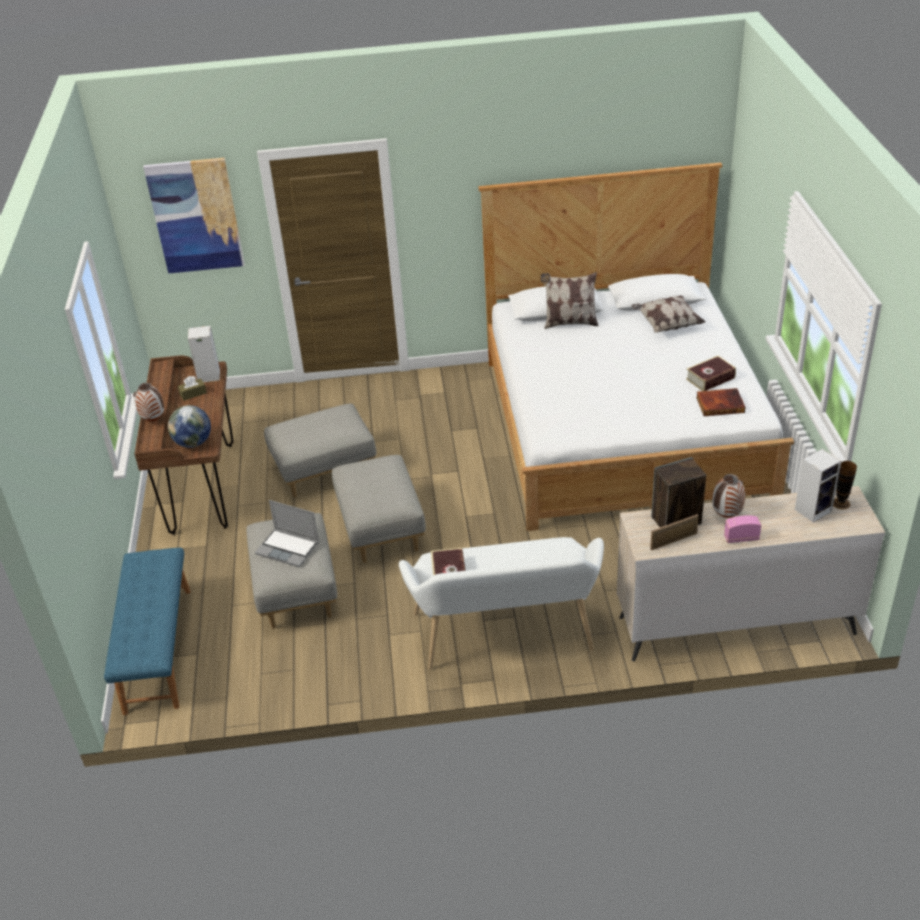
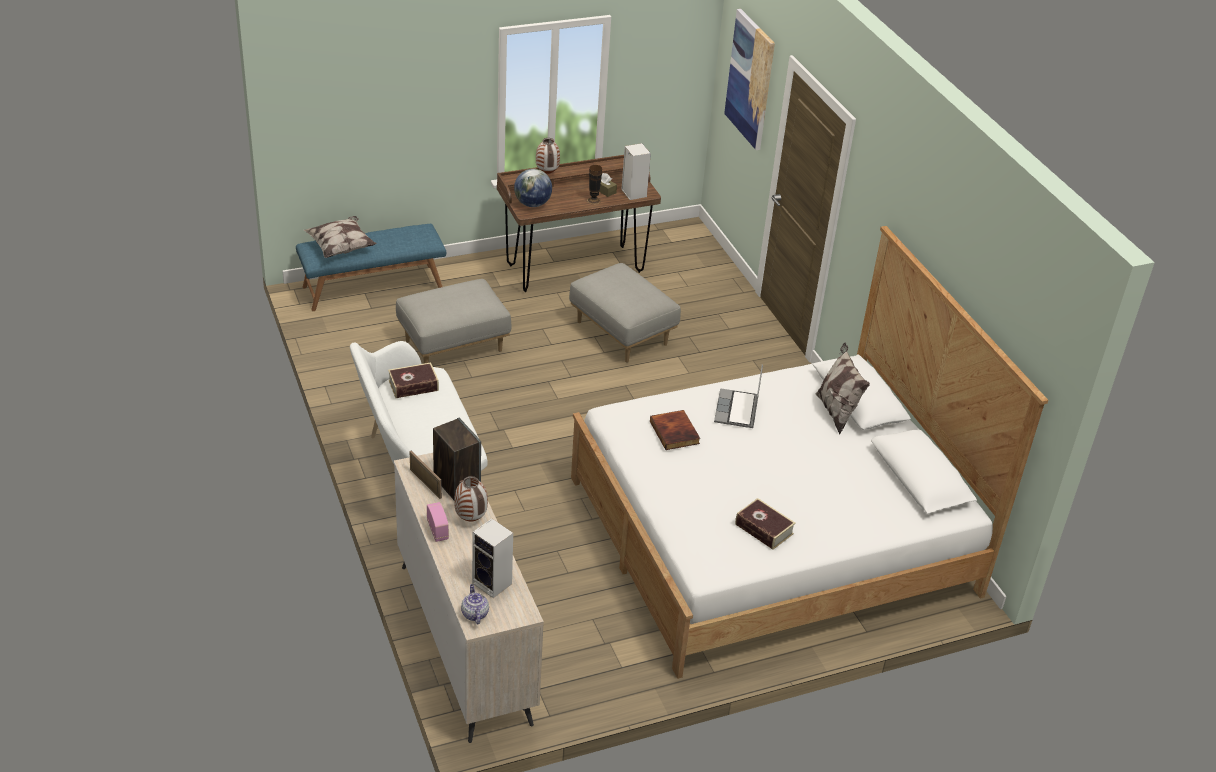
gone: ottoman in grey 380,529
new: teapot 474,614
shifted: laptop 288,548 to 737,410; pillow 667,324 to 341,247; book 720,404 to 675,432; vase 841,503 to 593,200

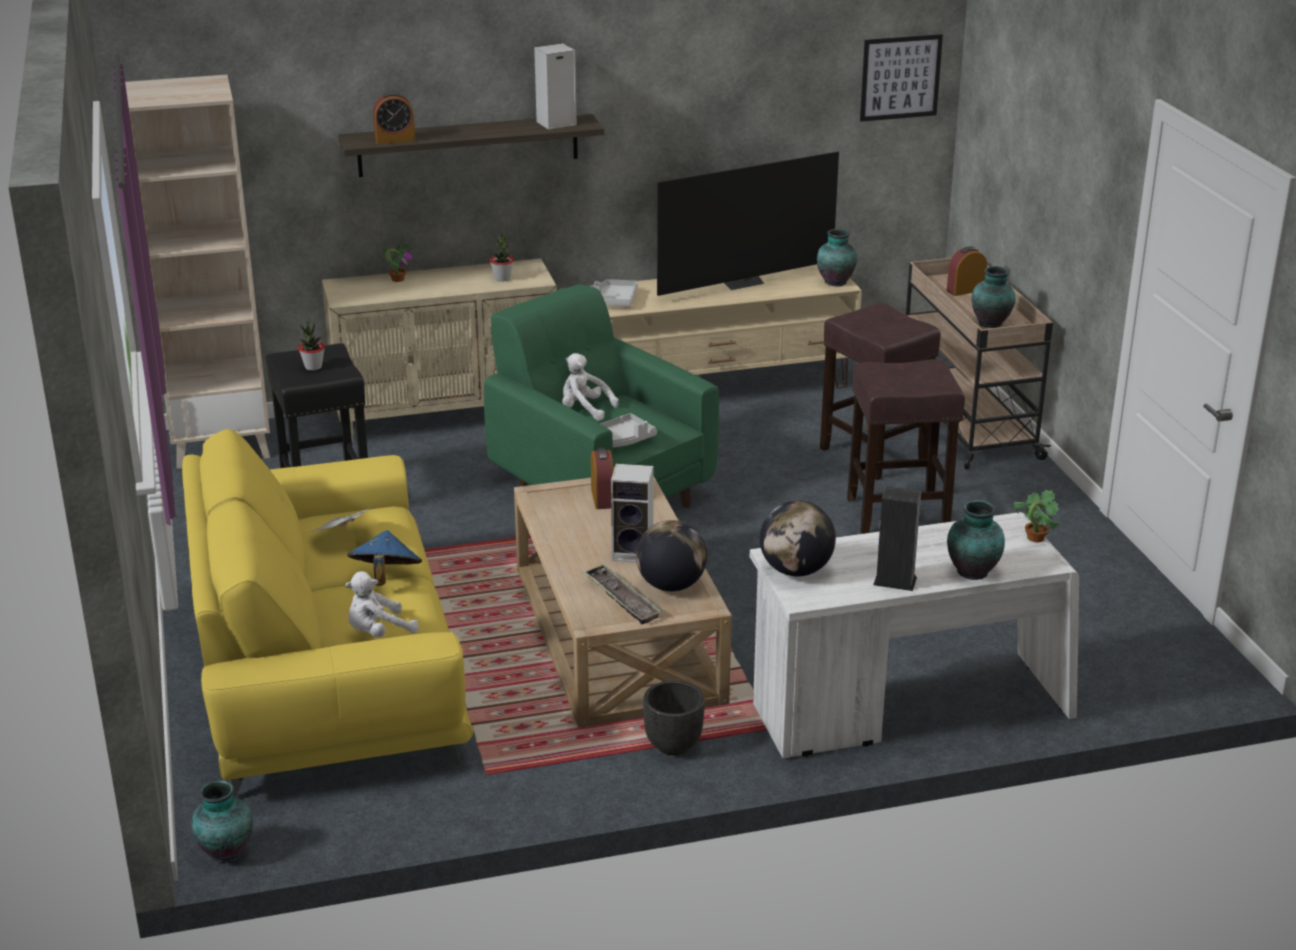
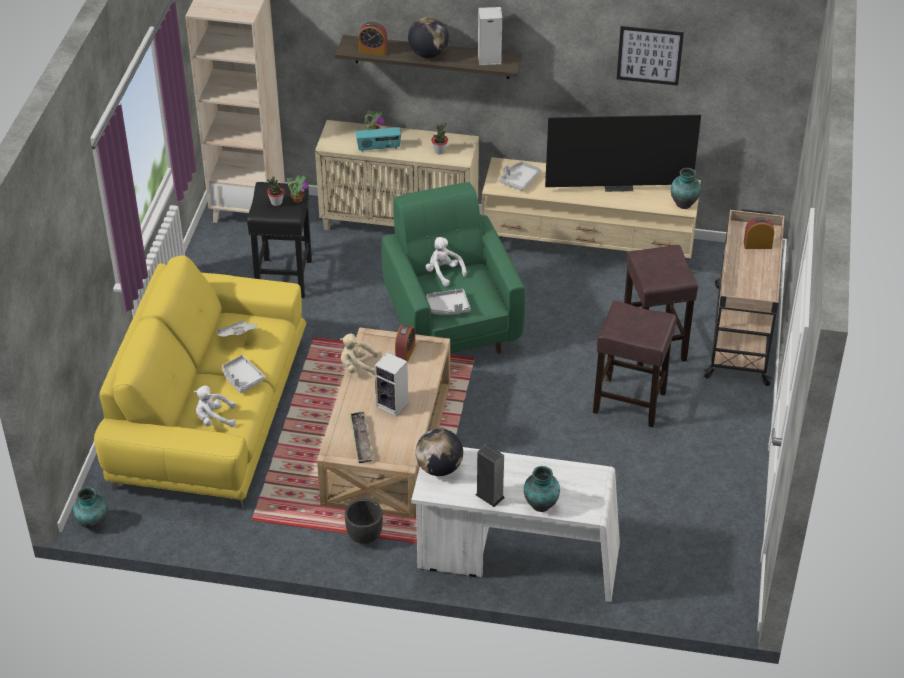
gone: vase 991,323
new: plush toy in beige 357,367; radio 378,148
shifted: globe 671,585 to 428,54; picture 900,77 to 649,55; potted plant 1034,538 to 297,199
swapped: hat in blue 385,578 to tray in grey 242,378

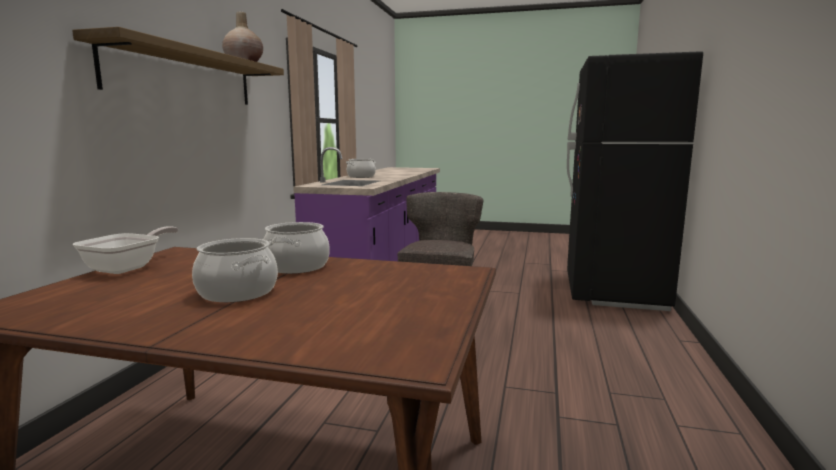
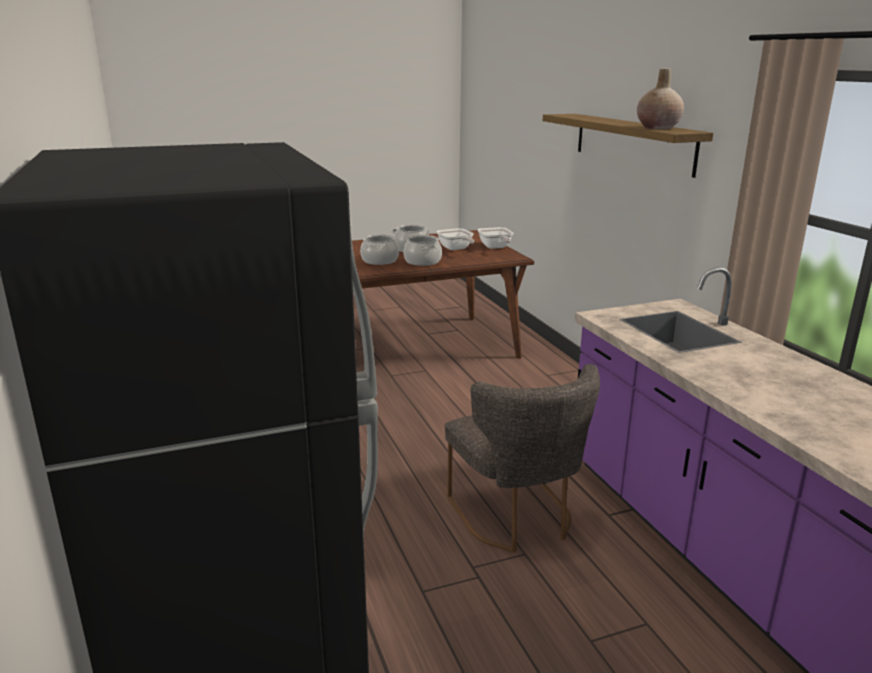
new: frying pan 456,249
shifted: cooking pot 361,177 to 380,261

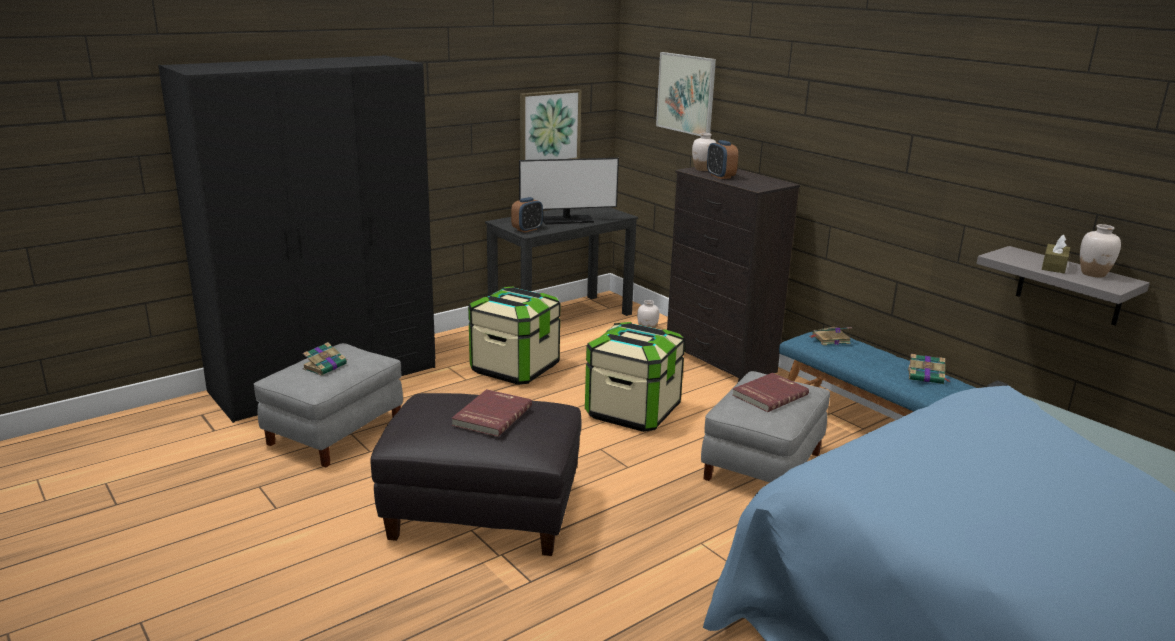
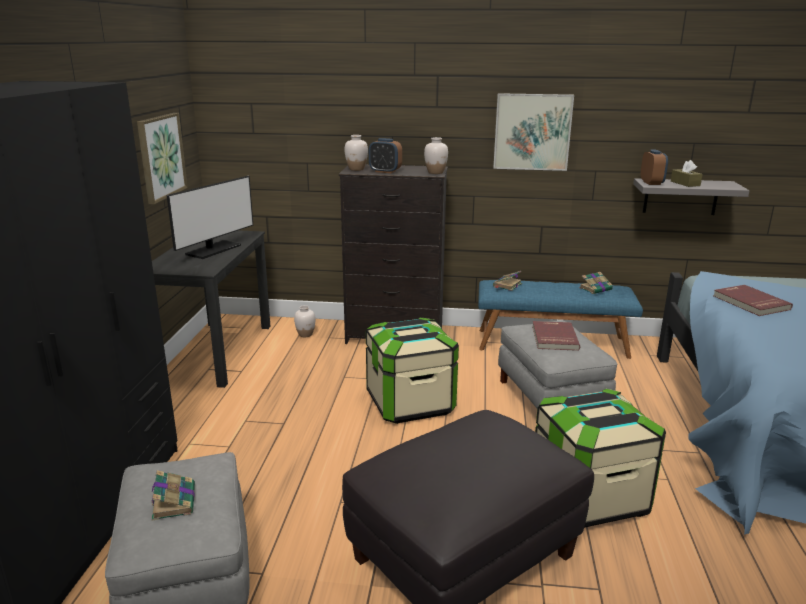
shifted: book in red 491,415 to 750,303; storage box 515,368 to 589,497; alarm clock 527,229 to 651,183; picture 686,94 to 532,132; vase in white 1093,274 to 435,172

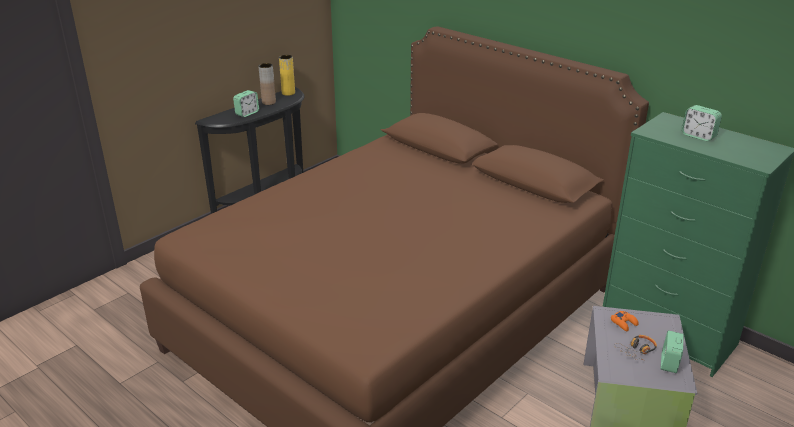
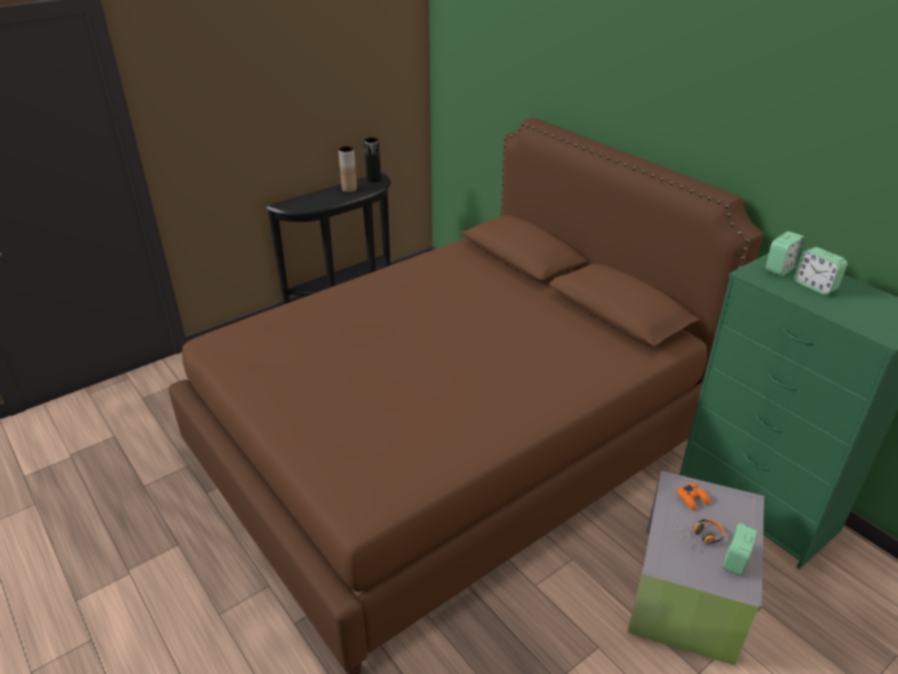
shifted: alarm clock 247,113 to 780,268
repainted: vase in yellow 288,93 to vase in black 373,179

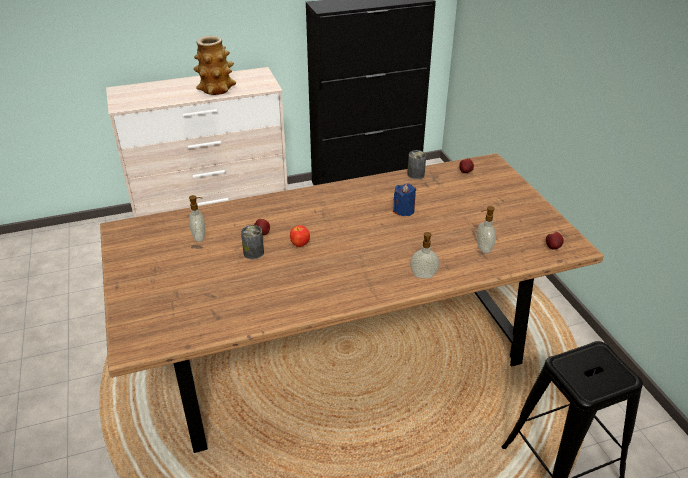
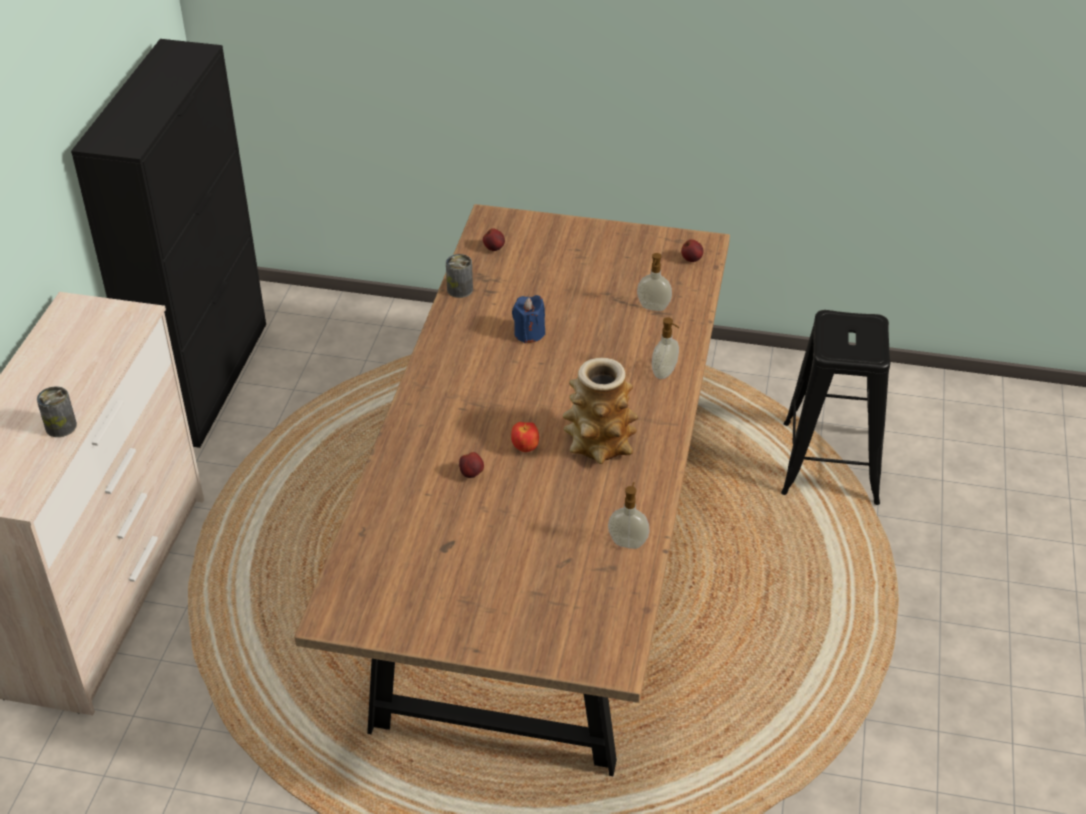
shifted: soap dispenser 200,237 to 628,542; vase 216,89 to 599,443; can 253,253 to 61,426

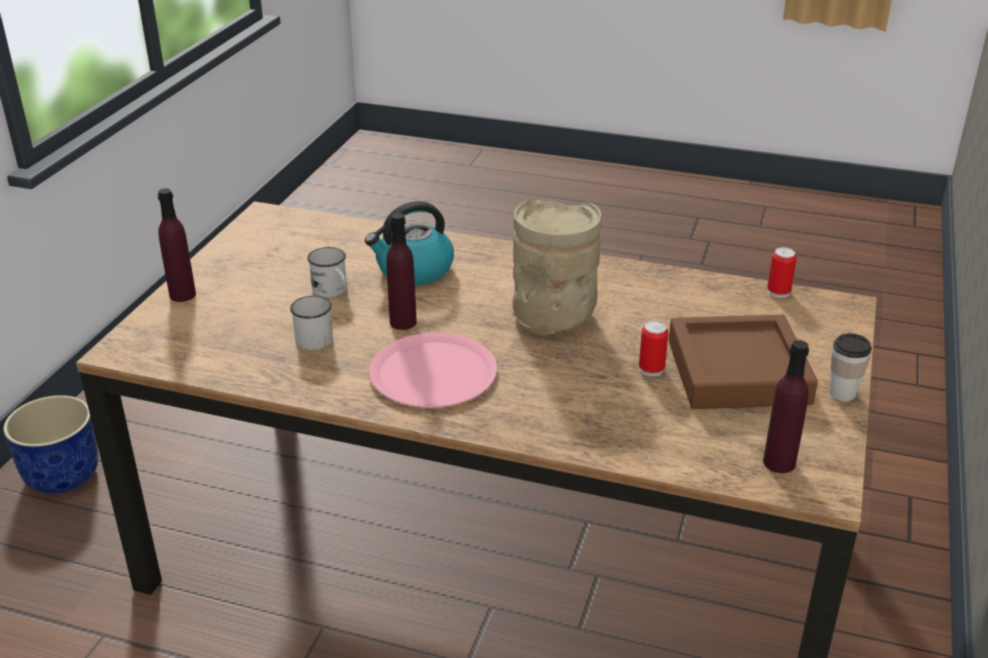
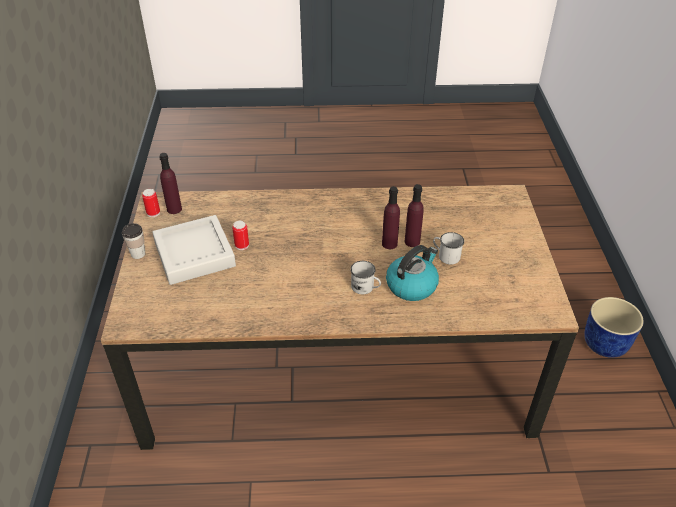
gone: plate in pink 433,373; vase in beige 553,321
shifted: bottle in purple 182,295 to 412,241; mug in white 311,337 to 365,288; can 778,292 to 153,213
repainted: tray in brown 737,372 to tray in grey 194,254

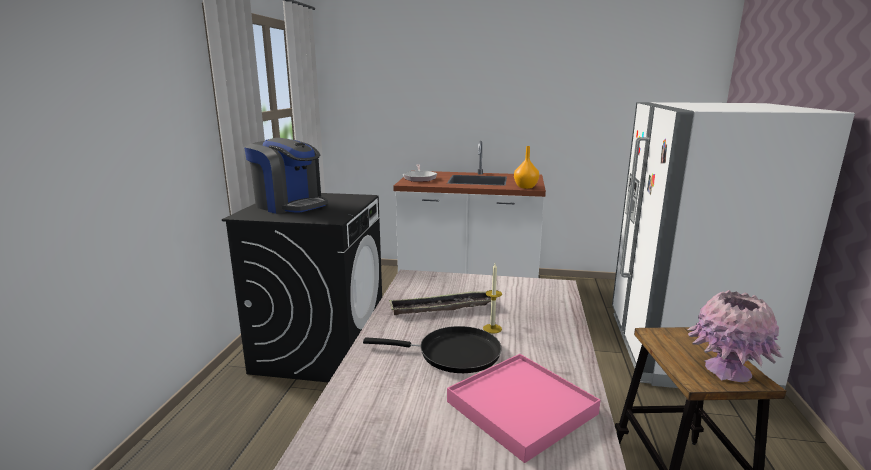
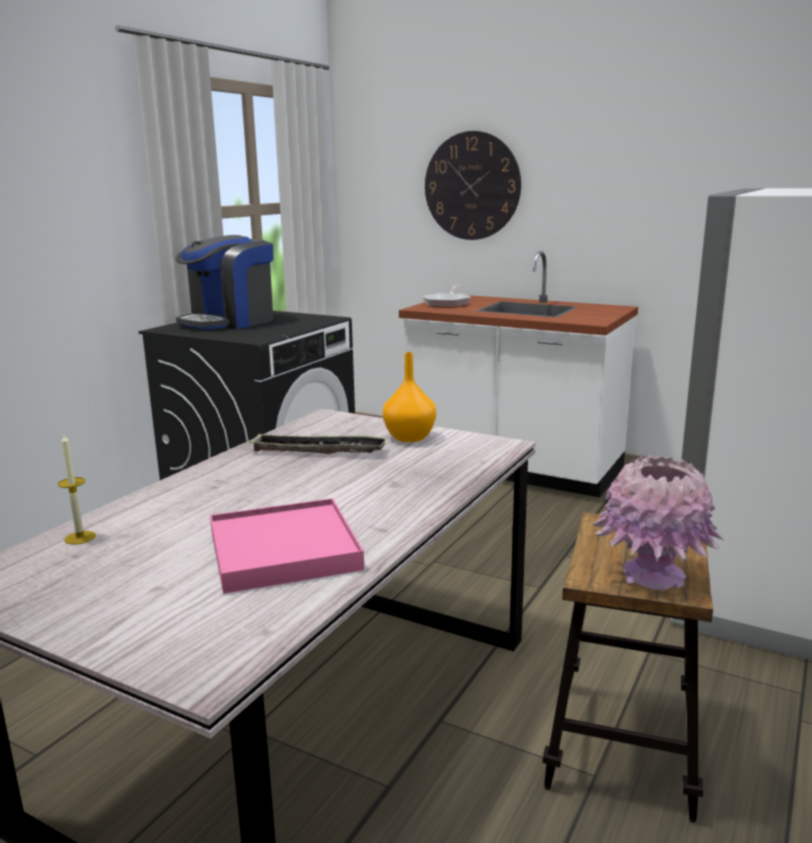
gone: frying pan in black 453,354
new: wall clock 472,186
shifted: candle 492,328 to 80,537; vase in orange 525,187 to 408,437
rotated: coffee machine 290,205 = 230,322 75 degrees clockwise

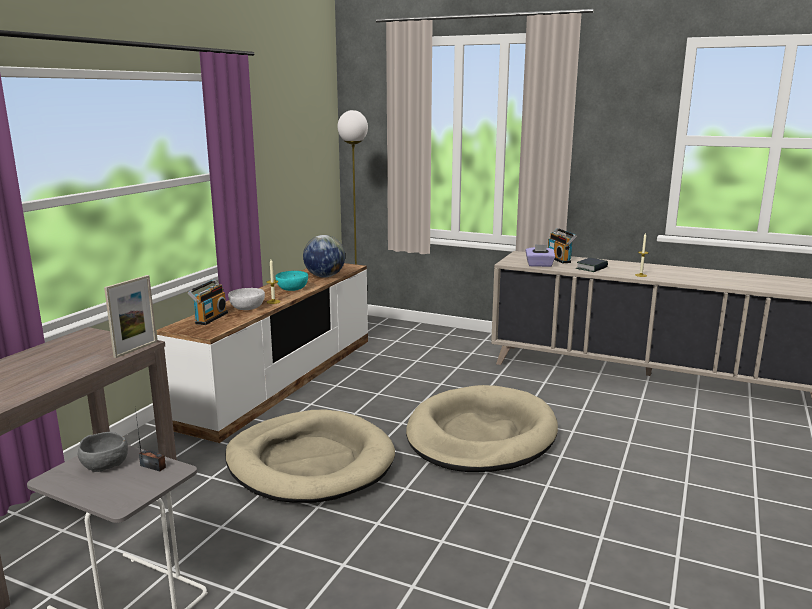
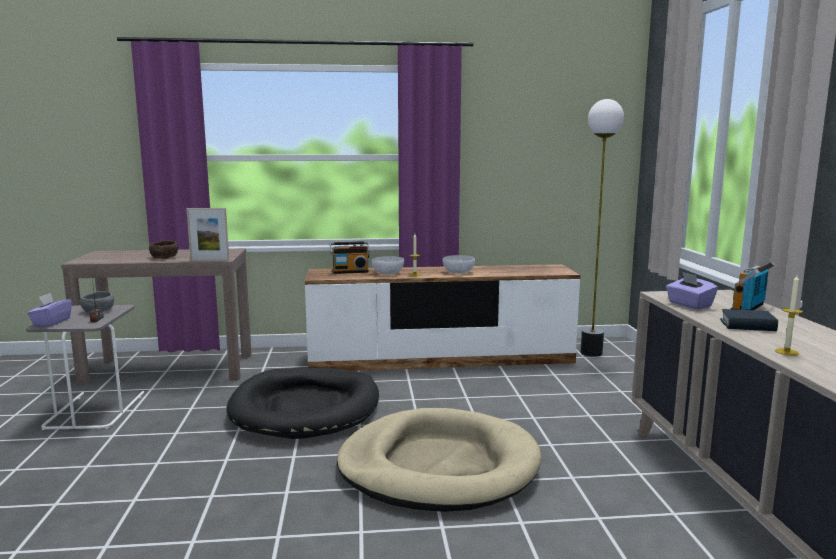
gone: globe 324,276
new: tissue box in purple 51,322; bowl in brown 164,257
repainted: dog bed in beige 310,462 to dog bed in black 306,408; bowl in turquoise 293,289 to bowl in white 459,272

